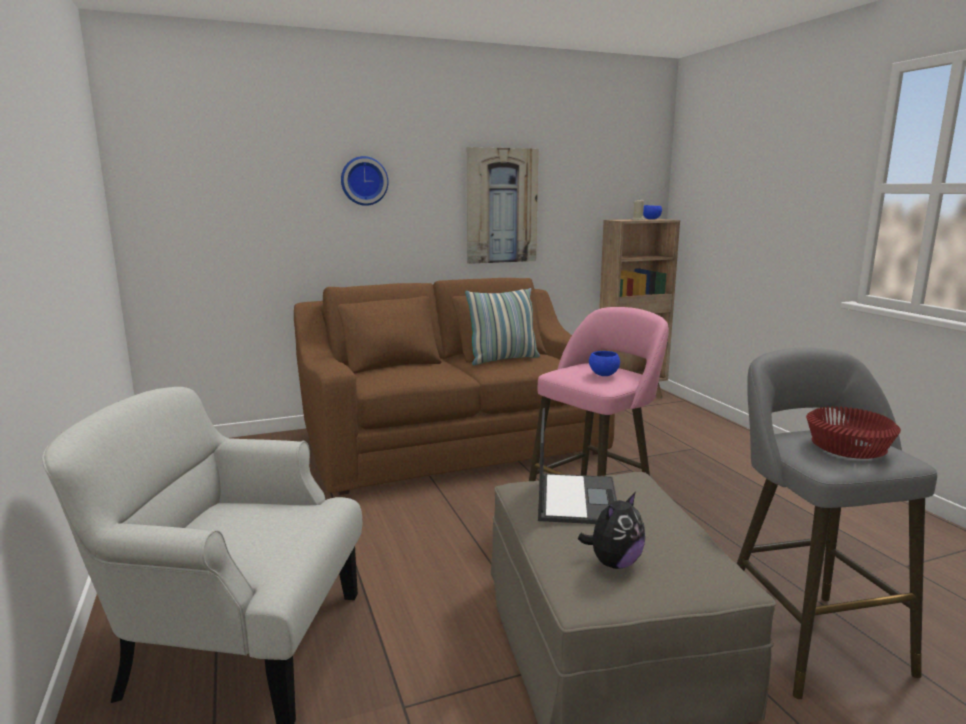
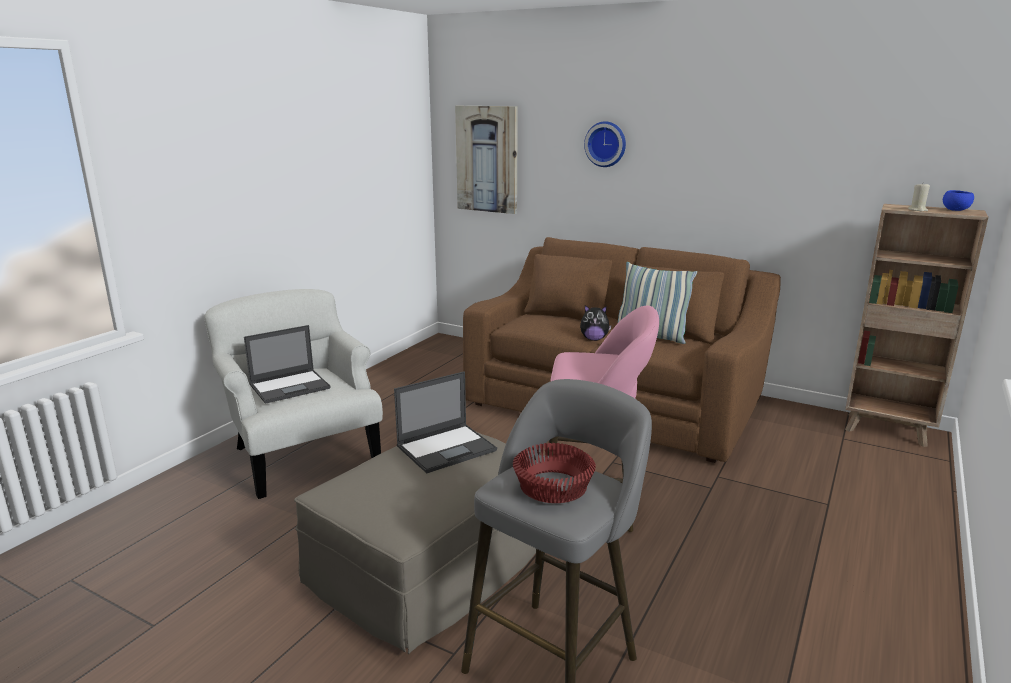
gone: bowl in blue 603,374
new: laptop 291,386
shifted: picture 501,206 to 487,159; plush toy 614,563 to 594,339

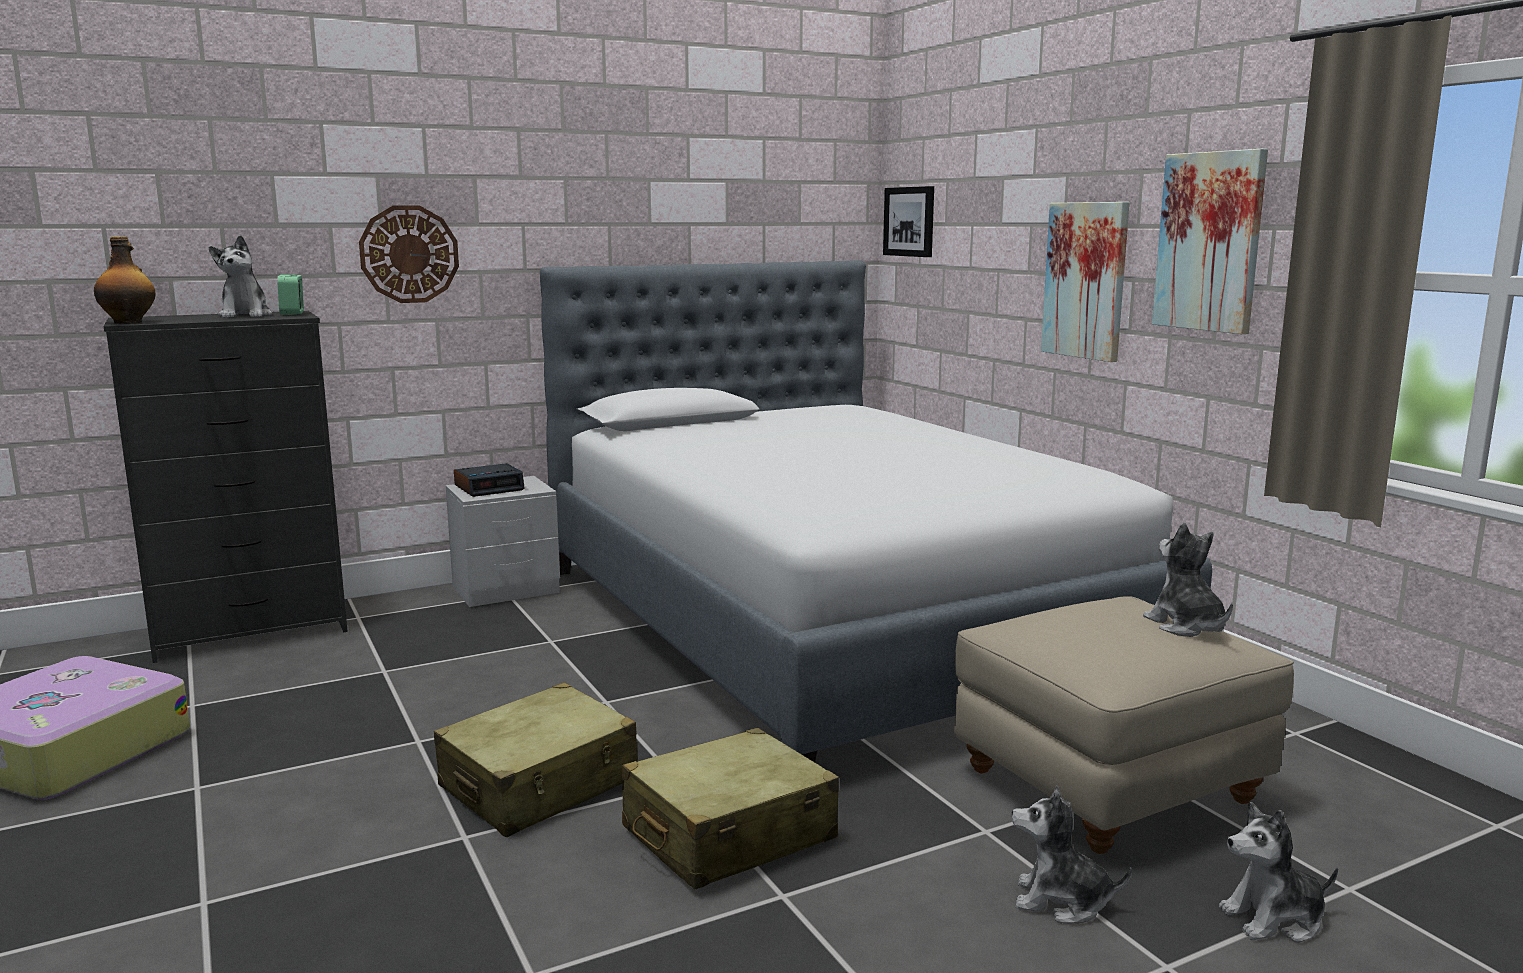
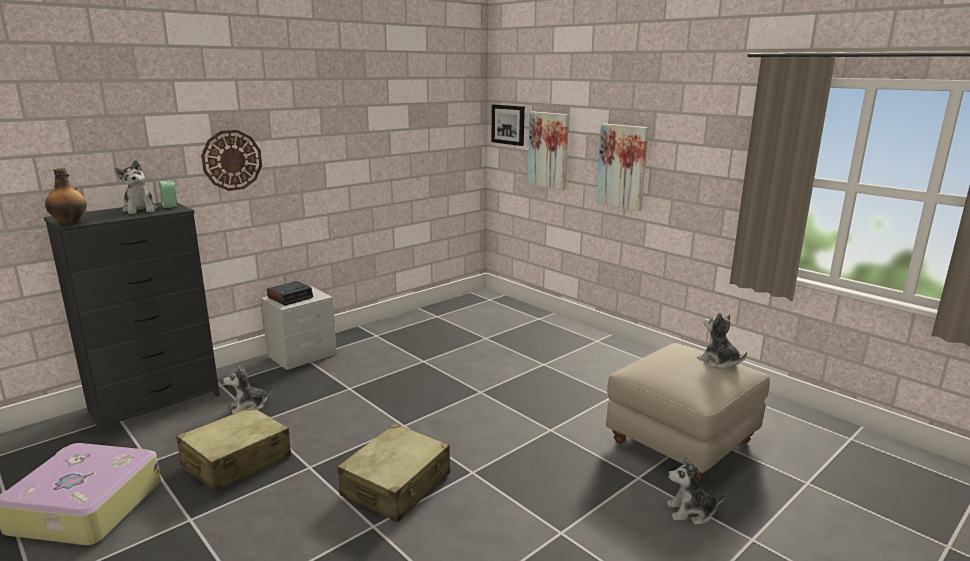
gone: bed 832,619
shifted: suitcase in beige 728,835 to 236,461; picture 1210,242 to 548,150; plush toy 1274,919 to 249,406

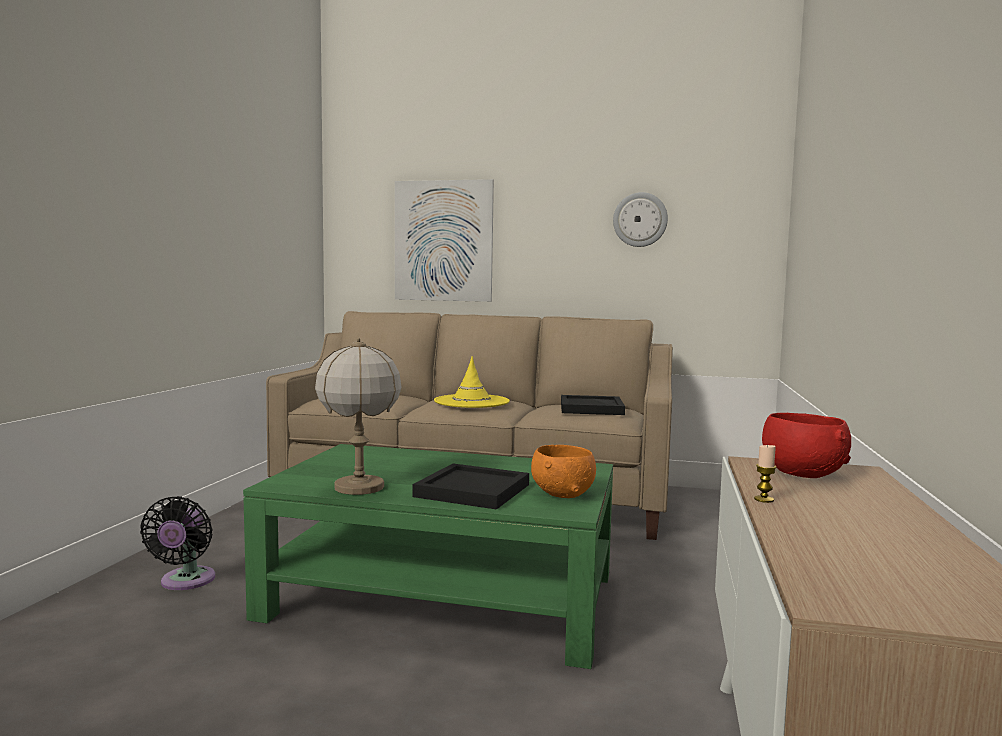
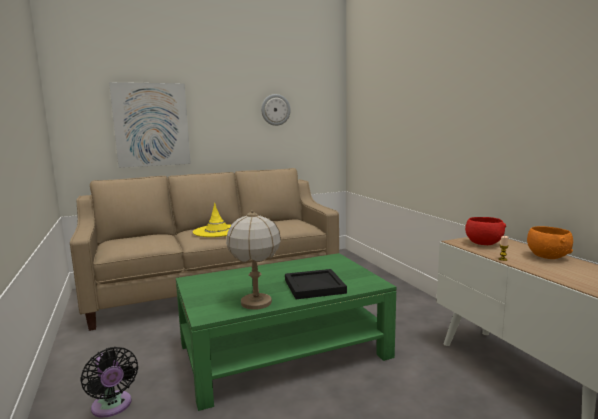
gone: tray in black 592,409
shifted: bowl in orange 563,494 to 547,257

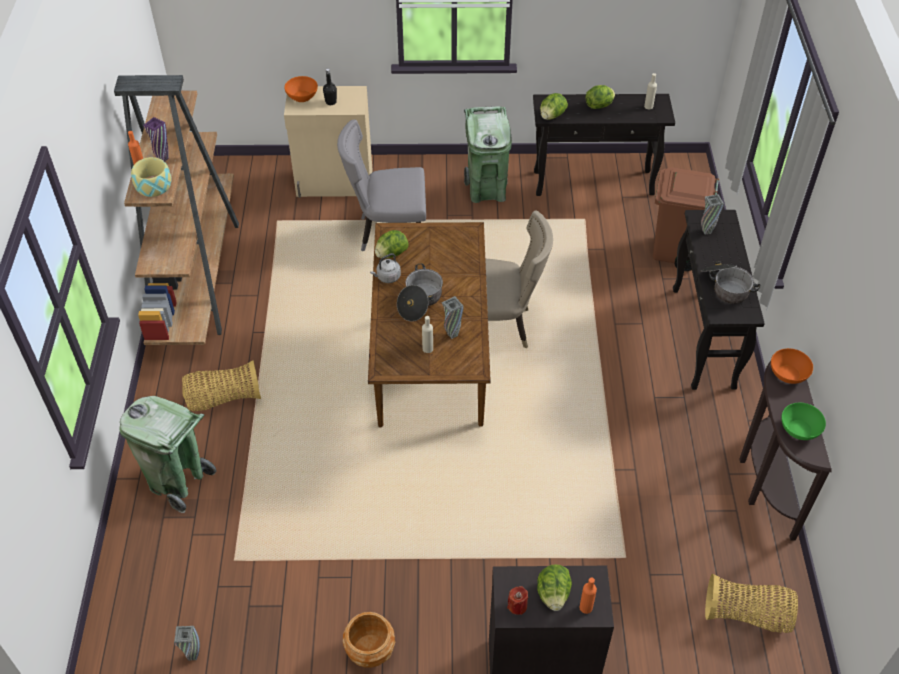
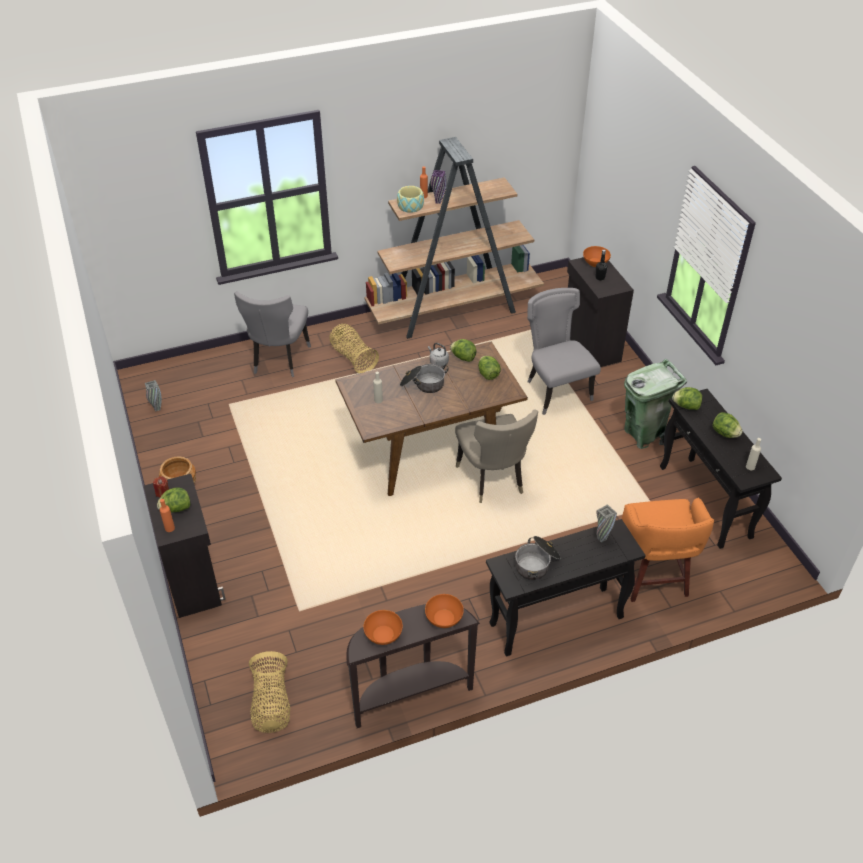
gone: vase in grey 452,335
new: lettuce 488,374
swapped: trash can in green 178,482 to chair in grey 278,361; trash can in brown 673,251 to stool in orange 653,579
repainted: cabinet in beige 335,183 to cabinet in black 590,346; bowl in green 799,429 to bowl in orange 383,634

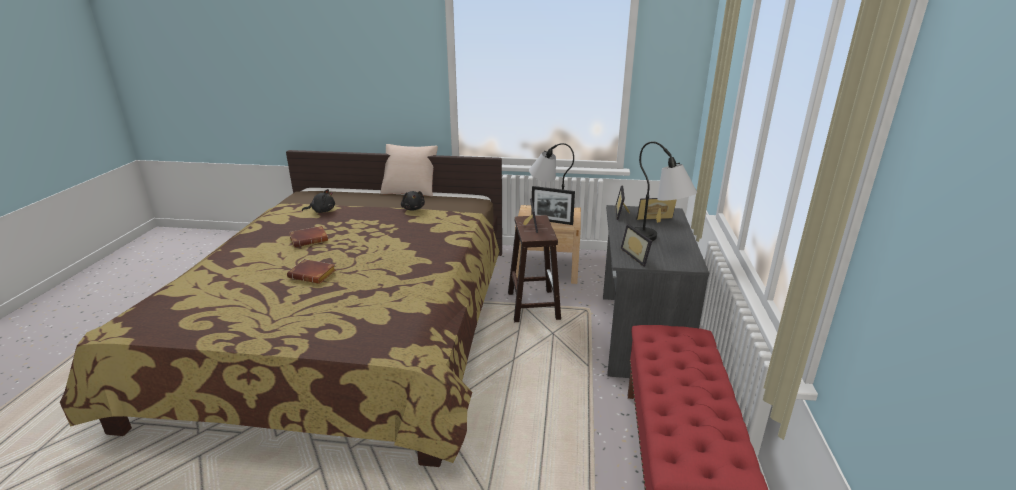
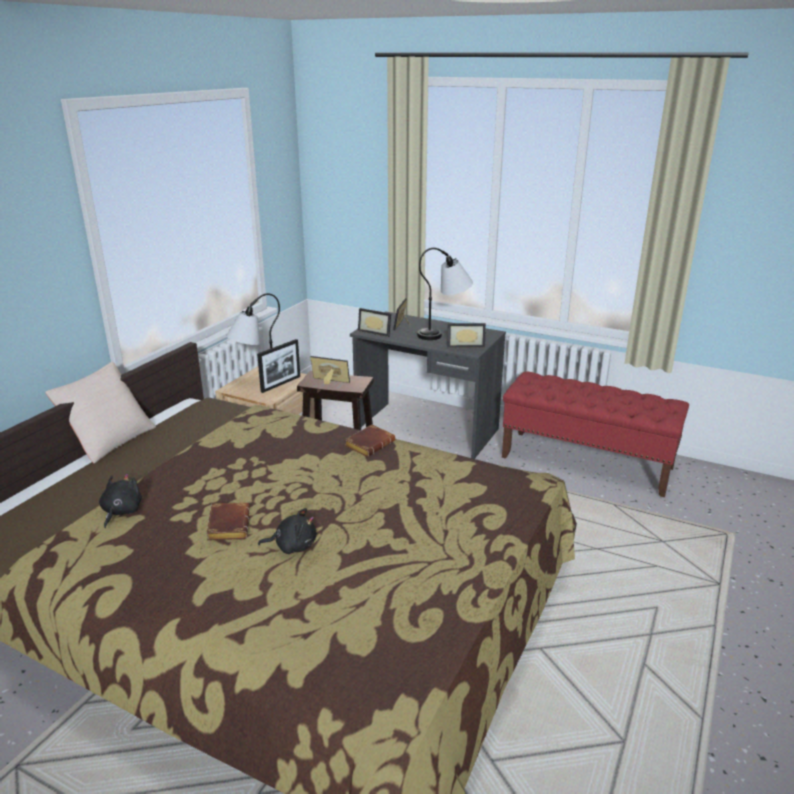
shifted: book in brown 314,275 to 369,444; plush toy in black 413,208 to 293,546

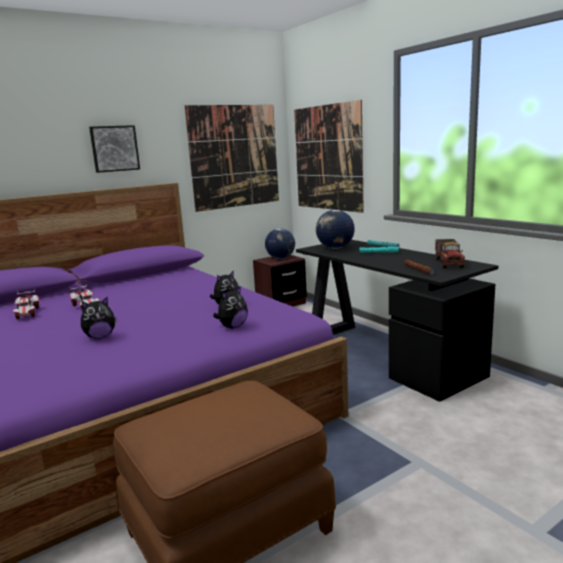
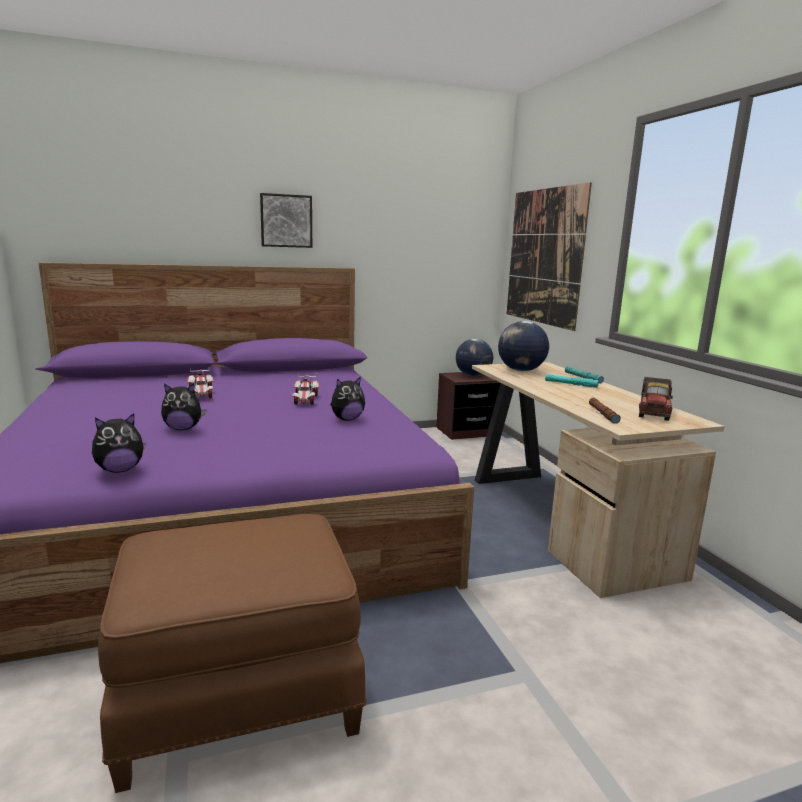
gone: picture 235,156
shifted: toy car 27,313 to 305,400; plush toy 232,327 to 120,470
repainted: desk in black 385,355 to desk in beige 561,519

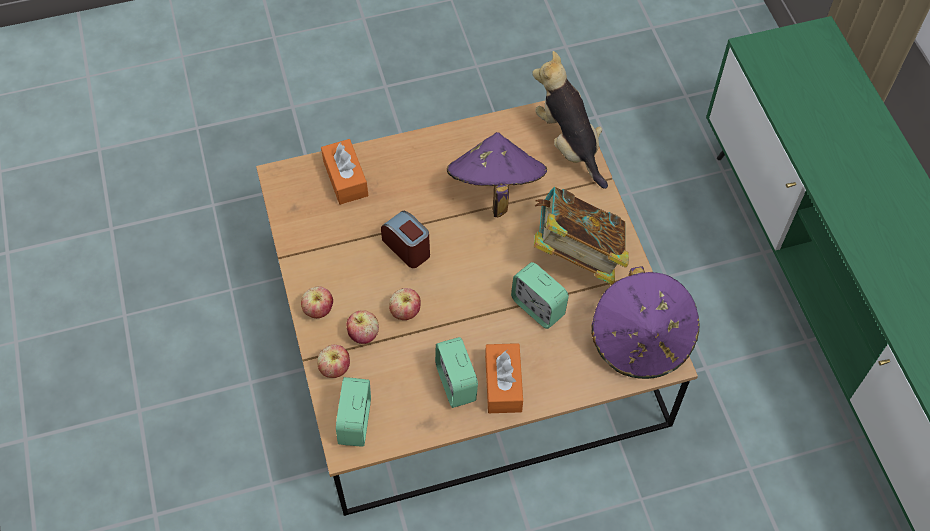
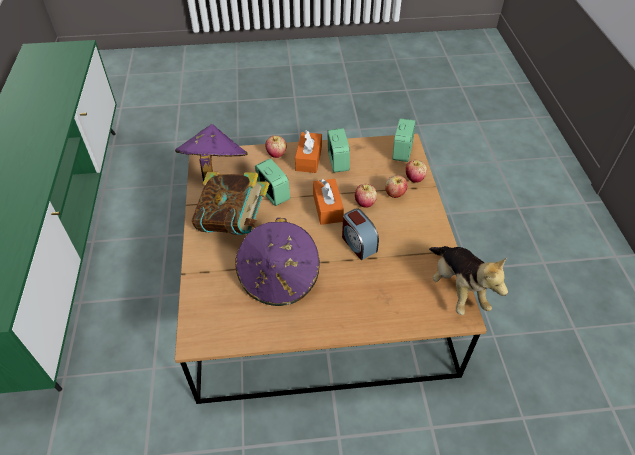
shifted: apple 319,310 to 276,154; tissue box in orange 345,178 to 327,207; plush toy 569,144 to 457,289

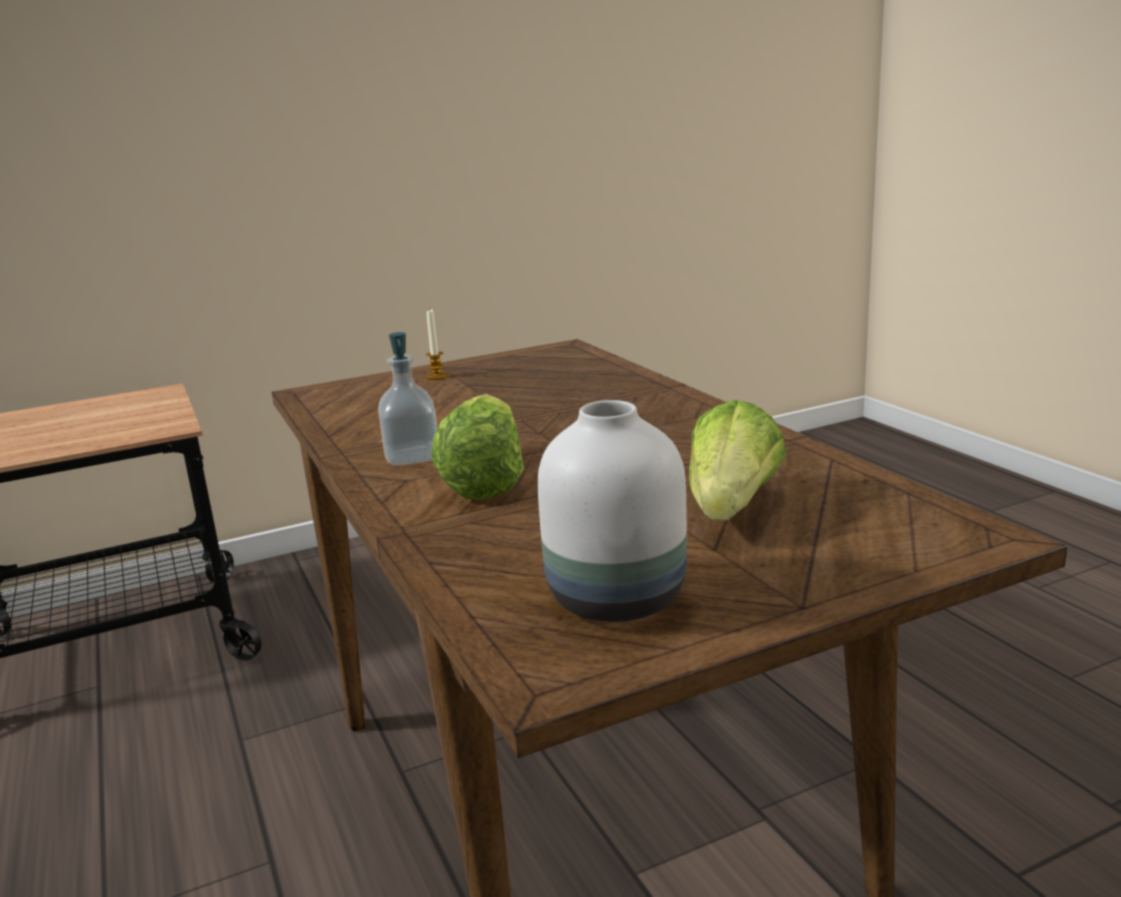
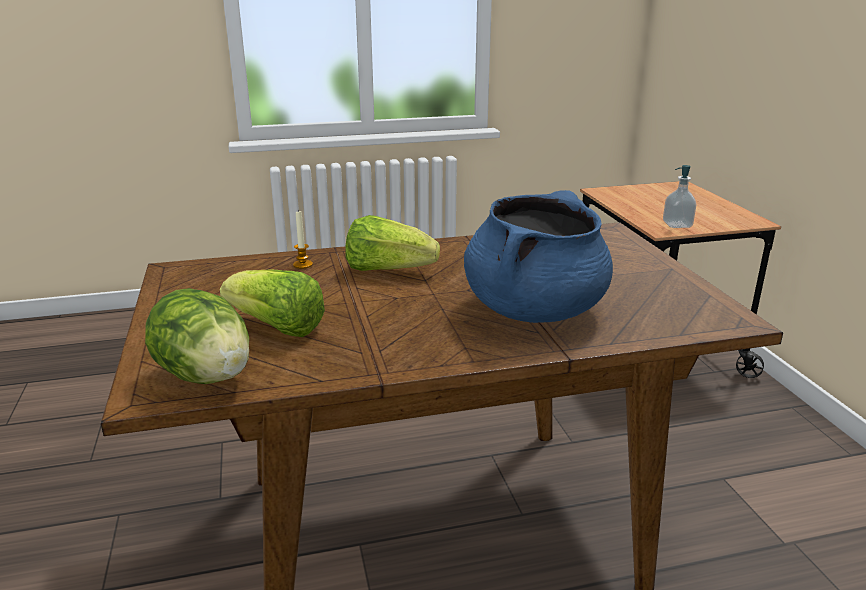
gone: vase in white 616,597
new: lettuce 206,376; cooking pot in blue 534,309
shifted: soap dispenser 412,457 to 677,225; candle 437,376 to 303,265

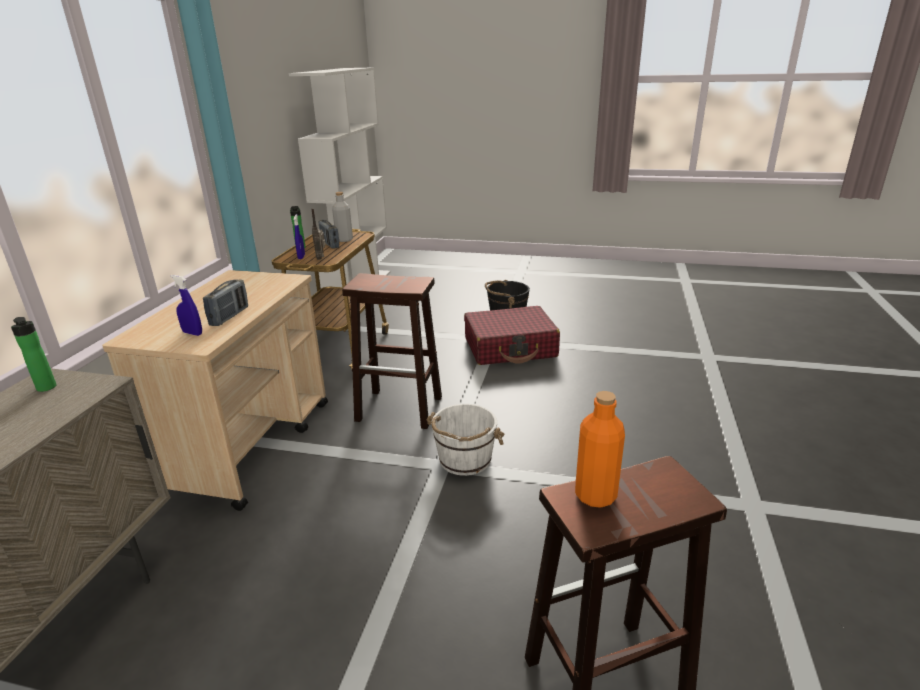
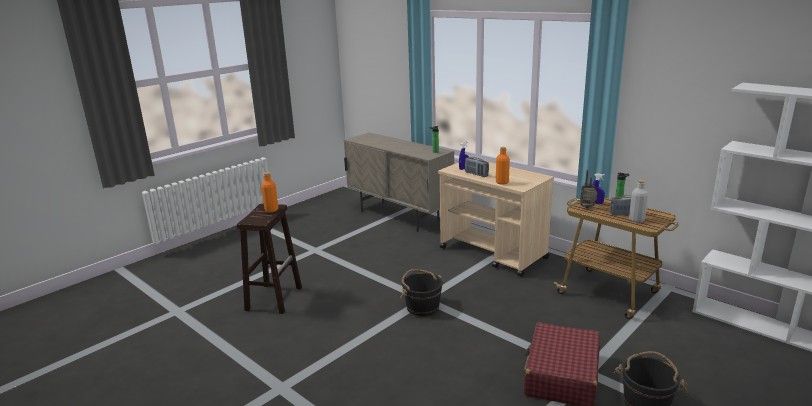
gone: stool in brown 401,409
new: bottle in orange 502,182
repainted: bucket in white 464,460 to bucket in black 422,307

